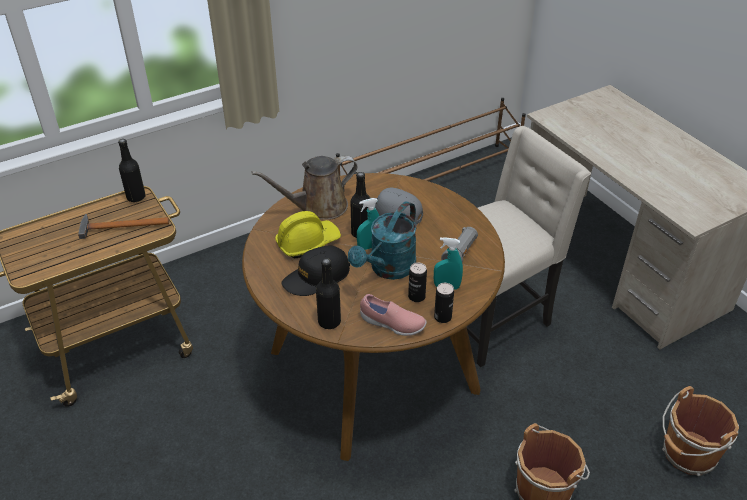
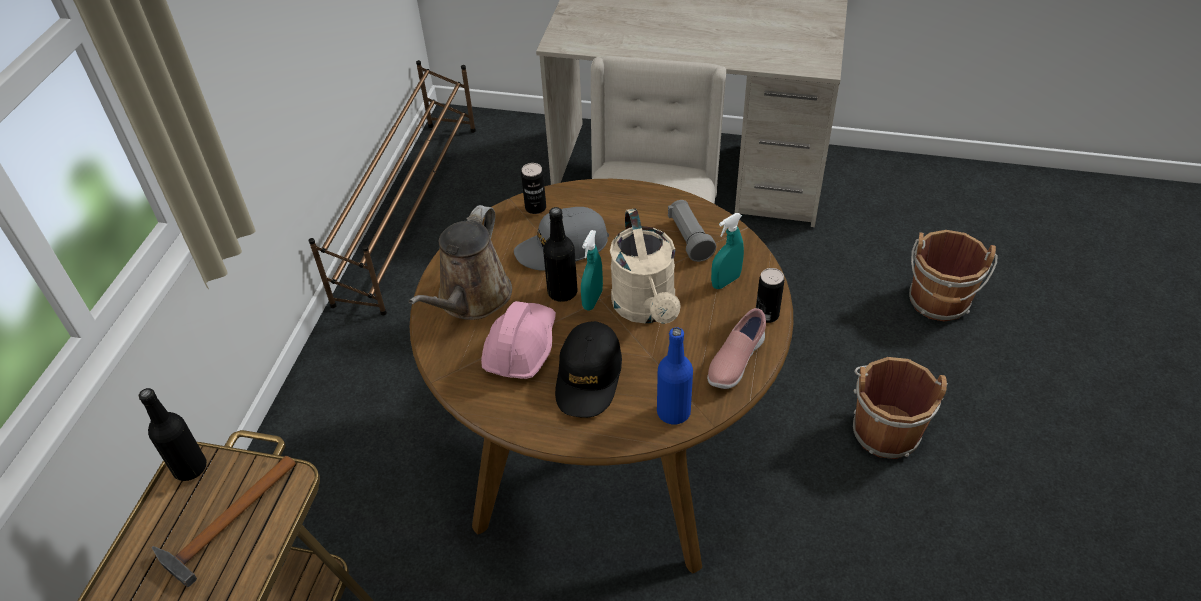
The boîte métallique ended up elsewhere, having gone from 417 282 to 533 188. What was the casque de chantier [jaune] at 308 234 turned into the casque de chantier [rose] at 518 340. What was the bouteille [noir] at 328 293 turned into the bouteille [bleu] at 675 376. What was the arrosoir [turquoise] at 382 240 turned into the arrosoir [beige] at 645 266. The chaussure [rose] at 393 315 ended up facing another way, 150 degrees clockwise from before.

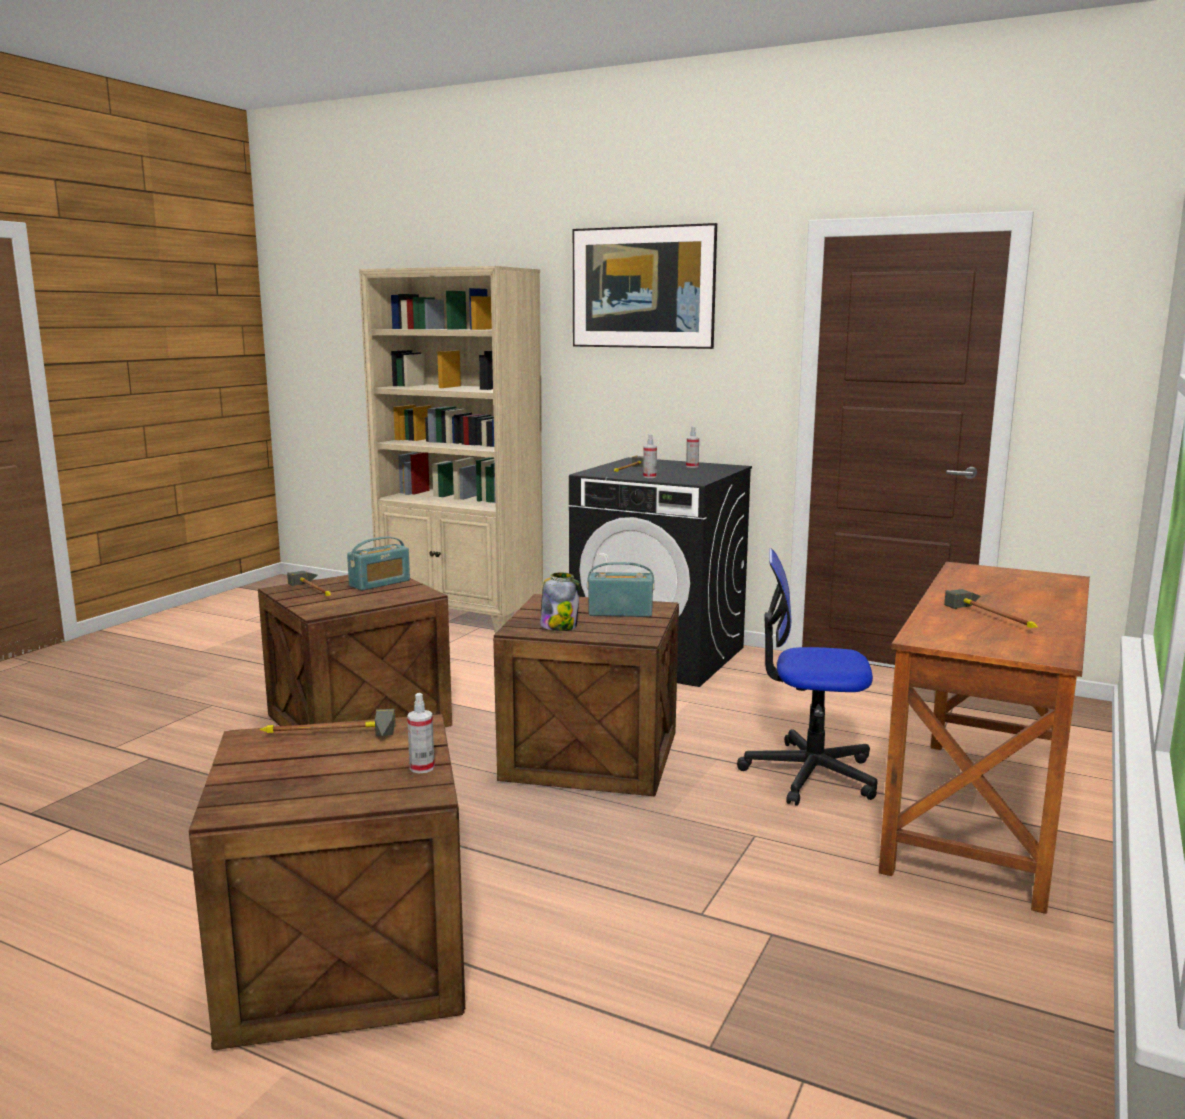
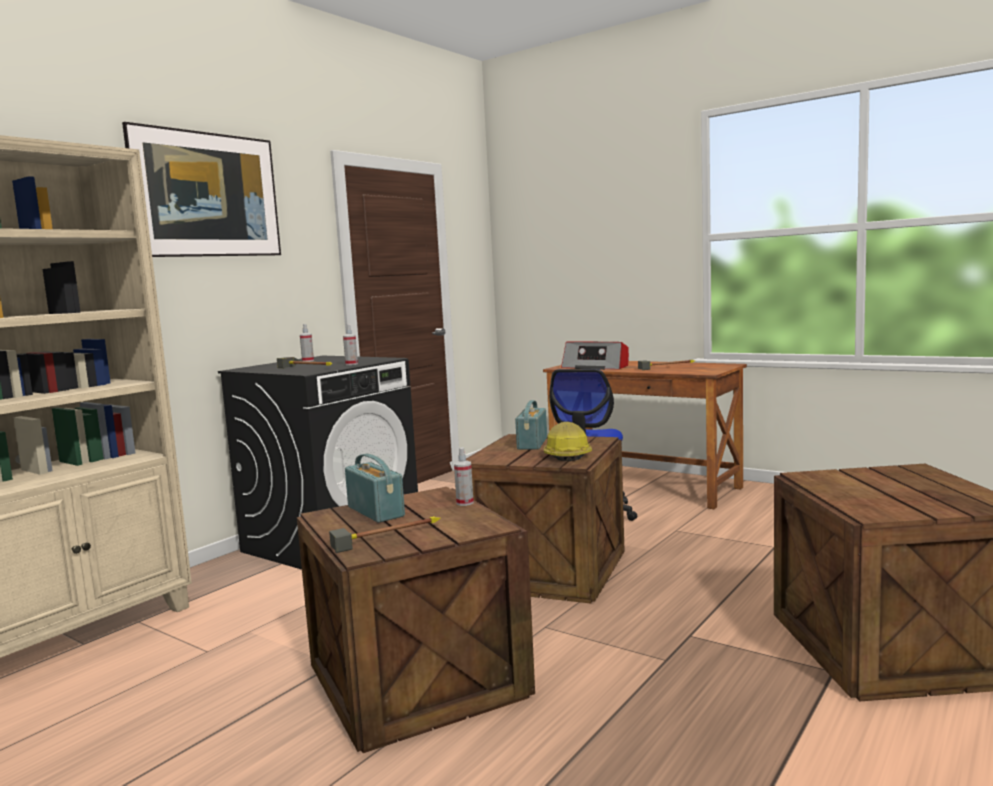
The second view lost the marteau at 327 722. The second view gained the radio at 595 355. The vaporisateur ended up elsewhere, having gone from 421 733 to 464 476. Where the bocal stood at 560 602, the casque de chantier came to stand at 568 441.

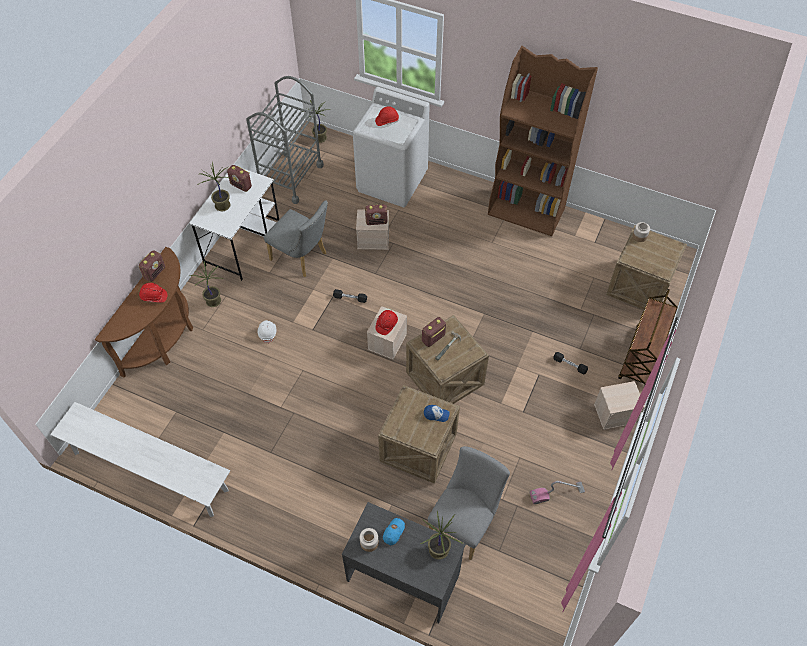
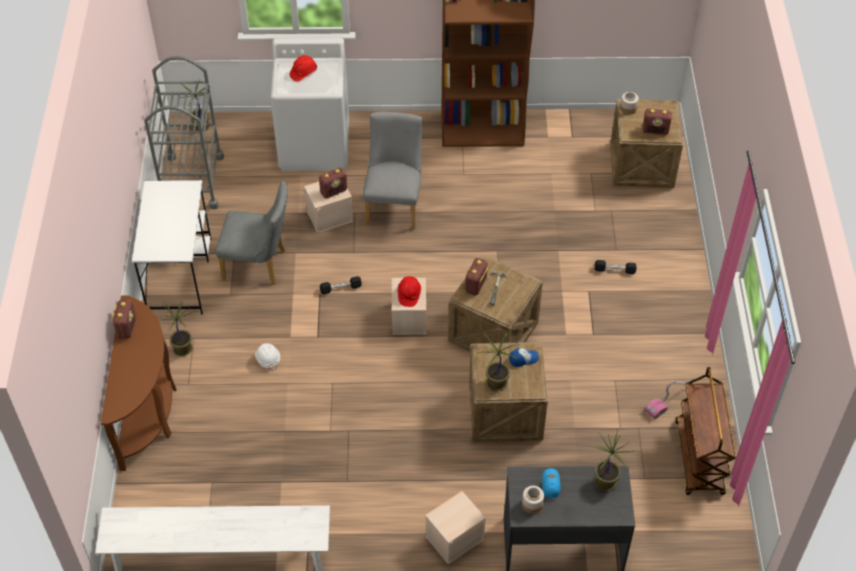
The second view lost the casque de chantier [rouge] at 153 293. The plante en pot ended up elsewhere, having gone from 214 186 to 498 361. The radio ended up elsewhere, having gone from 239 178 to 657 122. The chaise [gris] ended up elsewhere, having gone from 469 503 to 393 171. The boîte de rangement [beige] ended up elsewhere, having gone from 619 405 to 455 527. The chariot [marron] ended up elsewhere, having gone from 648 337 to 705 431.

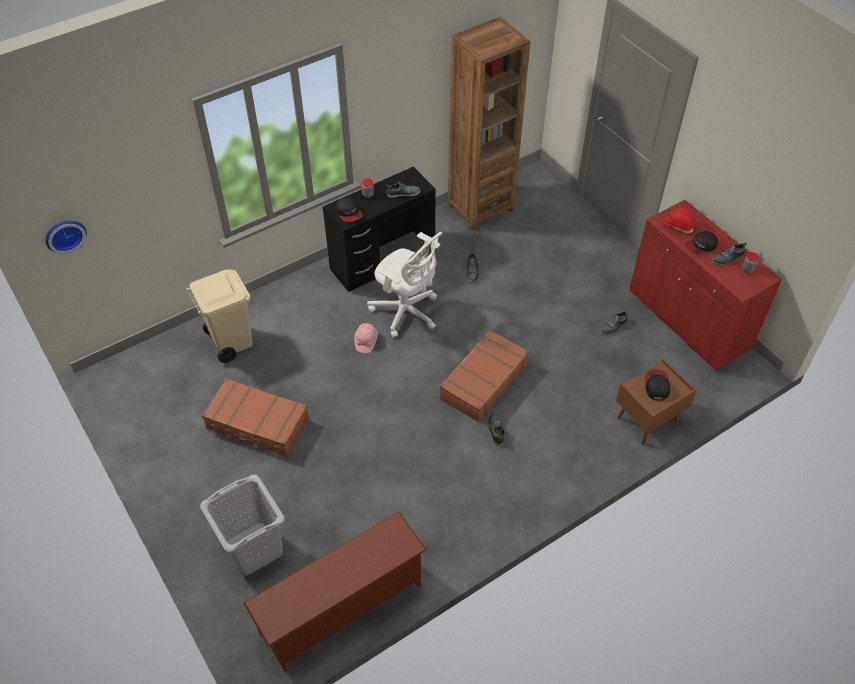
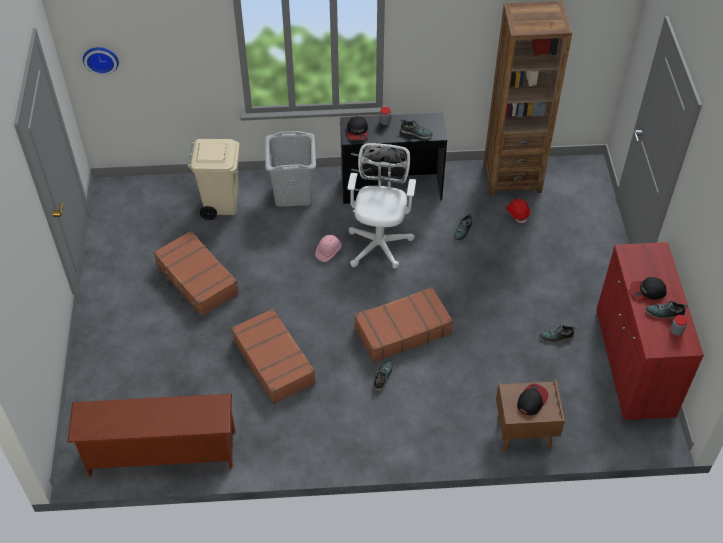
The second view gained the valise [marron] at 273 356. The panier à linge [gris] ended up elsewhere, having gone from 242 525 to 290 169. The casque de chantier [rouge] ended up elsewhere, having gone from 678 220 to 518 210. The chaise de bureau [blanc] at 405 285 ended up facing another way, 150 degrees counterclockwise from before.

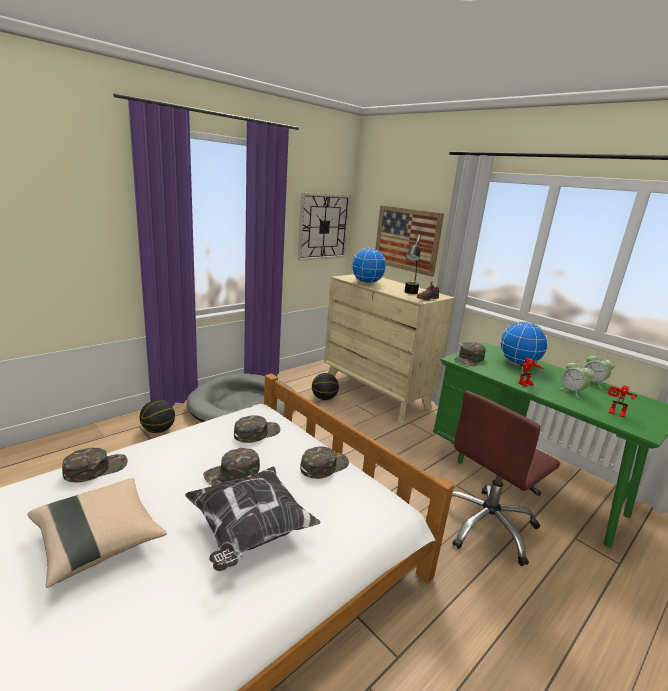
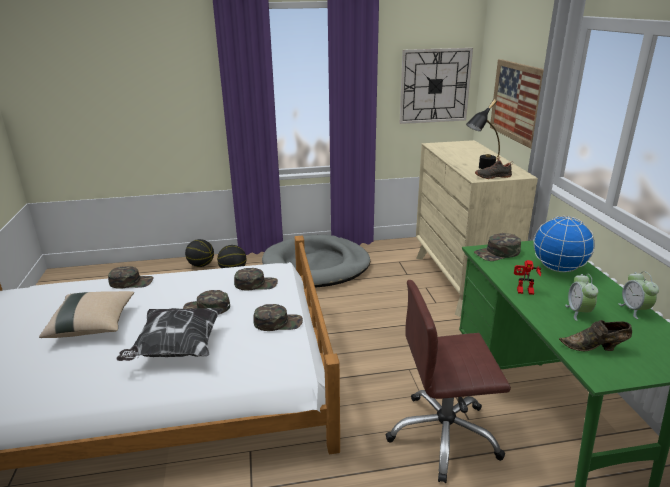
The second view lost the globe at 369 266. The ballon de basket ended up elsewhere, having gone from 325 386 to 199 253. Where the robot jouet stood at 622 401, the chaussure [marron] came to stand at 595 335.

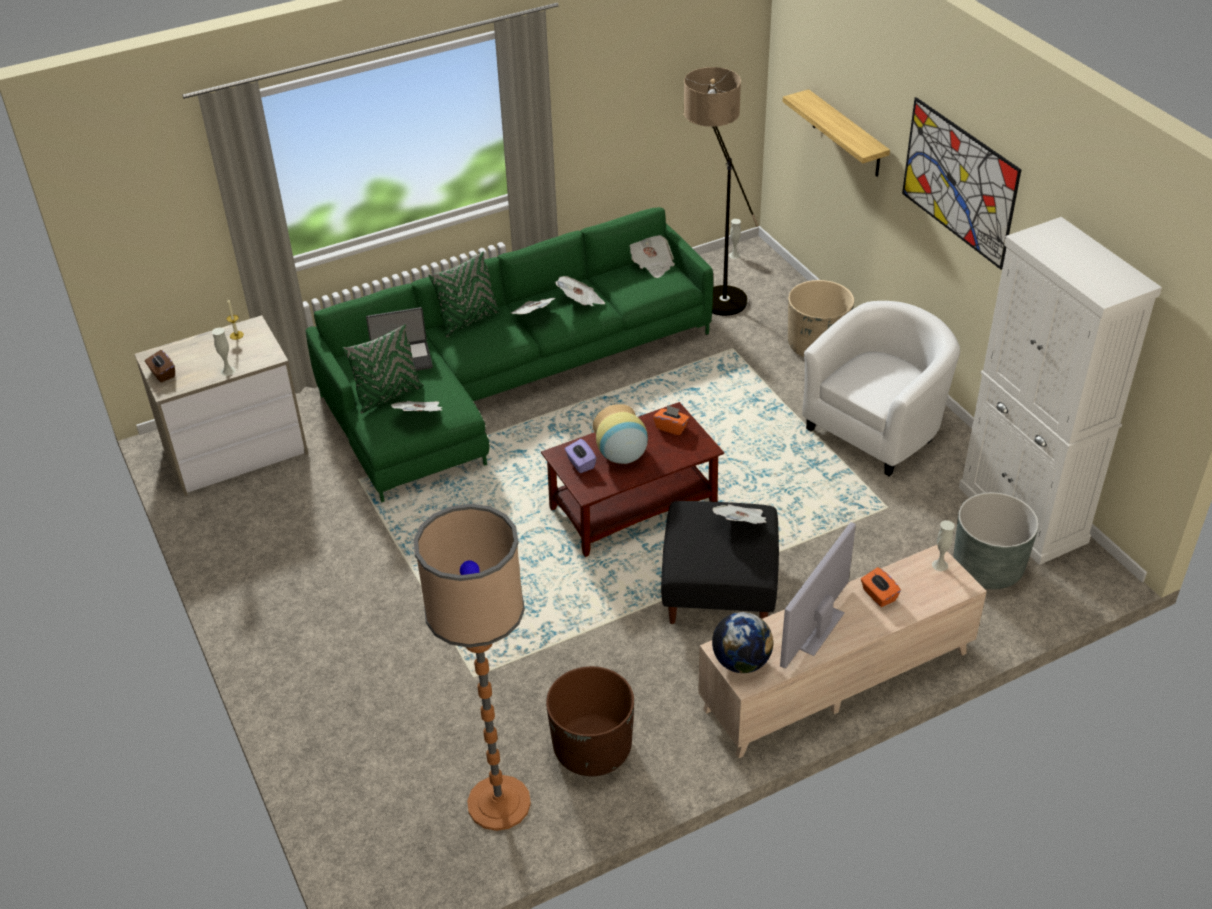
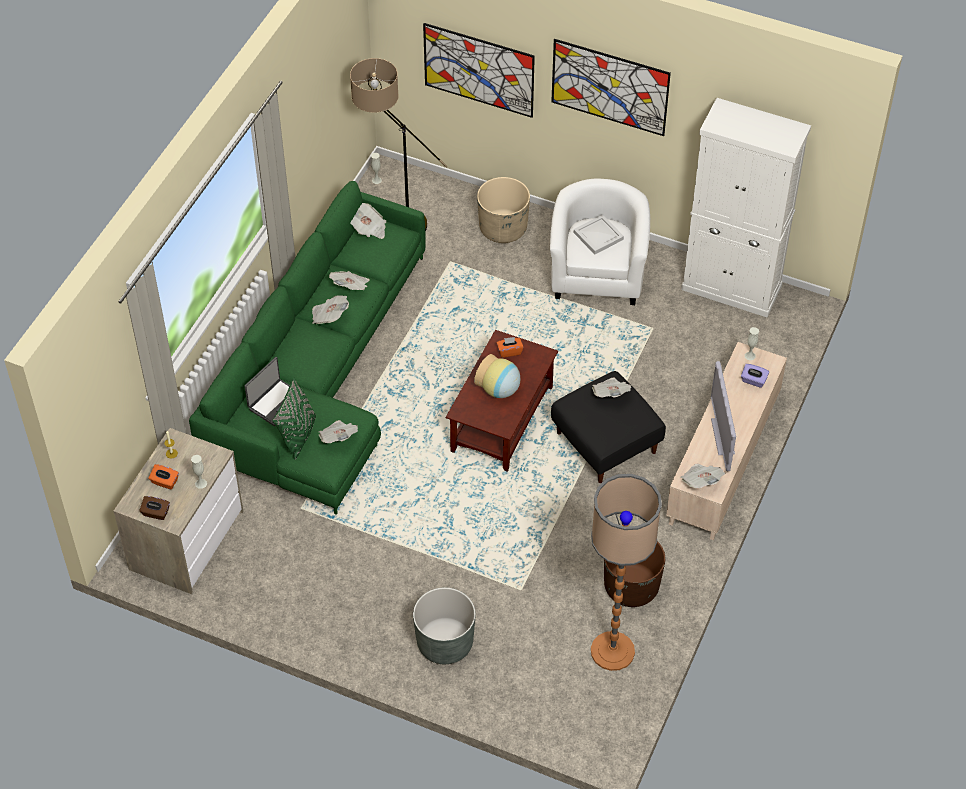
The second view lost the coussin [vert] at 465 294. The second view gained the plateau [blanc] at 599 235. The boîte à mouchoirs [violet] ended up elsewhere, having gone from 580 456 to 755 376. The boîte à mouchoirs [orange] ended up elsewhere, having gone from 881 587 to 164 476. The cache-pot [gris] ended up elsewhere, having gone from 996 540 to 444 625. Where the globe stood at 742 642, the journal came to stand at 702 475. Where the étagère hung at 836 133, the tableau came to hang at 479 70.

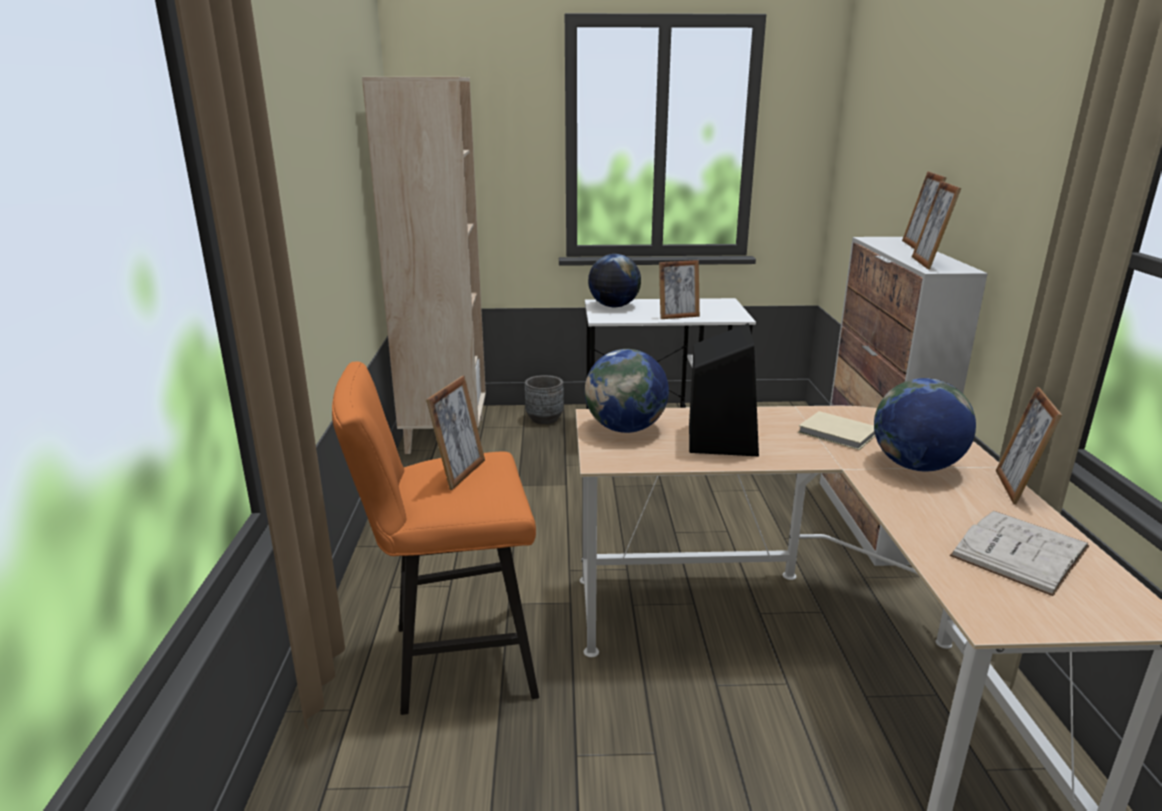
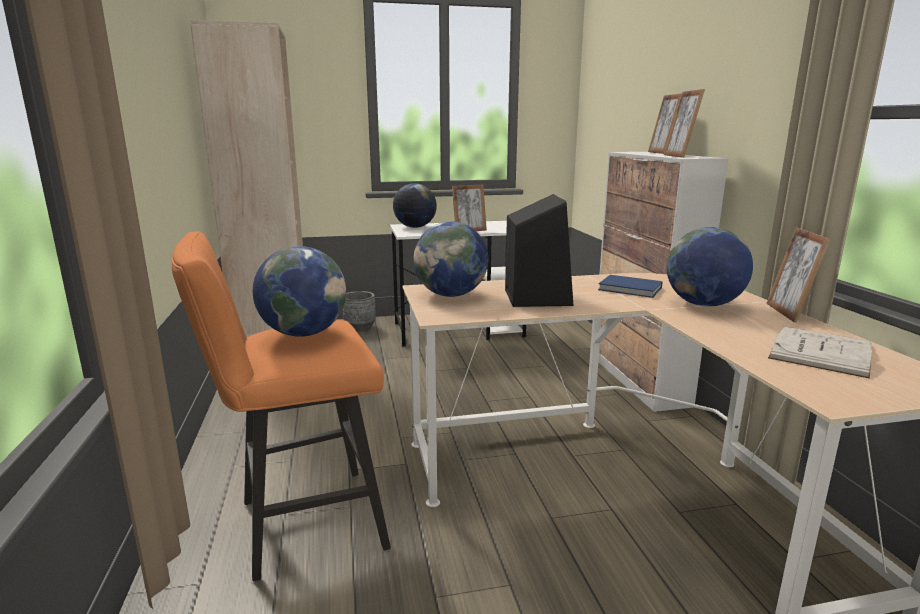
Where the cadre photo stood at 455 433, the globe came to stand at 299 291. What was the livre [beige] at 836 430 turned into the livre [bleu] at 630 286.

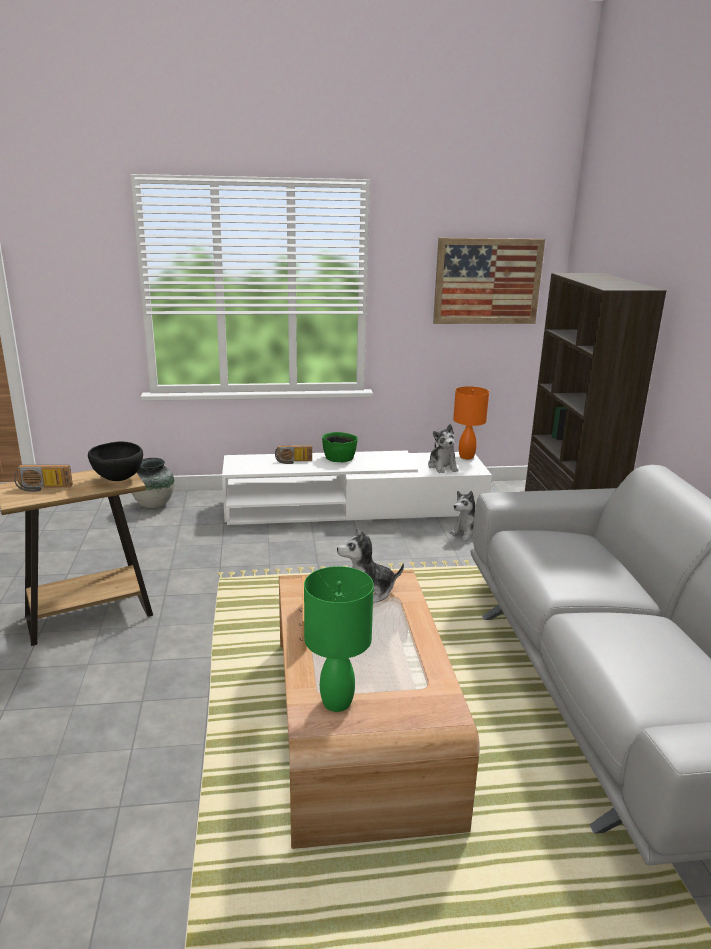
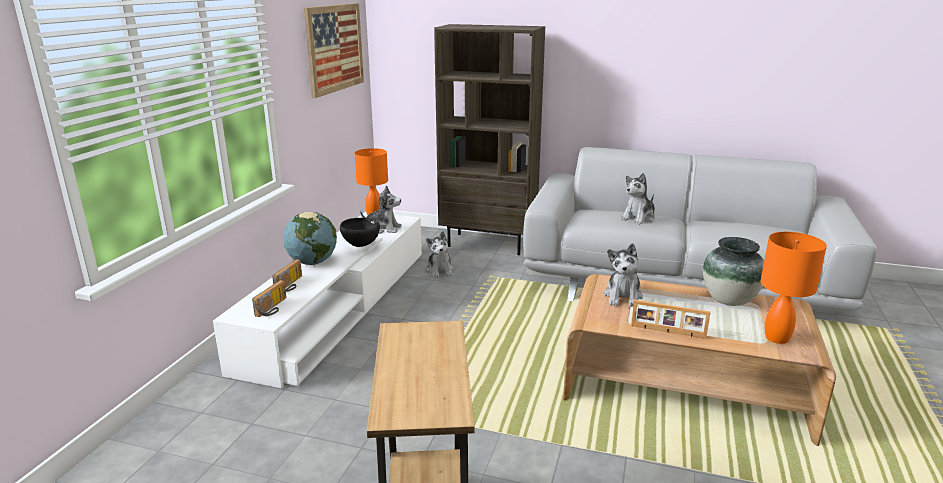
The second view gained the peluche at 637 199. The radio ended up elsewhere, having gone from 43 478 to 269 298. The bol [noir] ended up elsewhere, having gone from 115 461 to 360 232. The vase ended up elsewhere, having gone from 153 483 to 733 271. Where the bol [vert] stood at 340 447, the globe came to stand at 310 238. What was the lampe de table [vert] at 339 639 turned into the lampe de table [orange] at 794 288.

